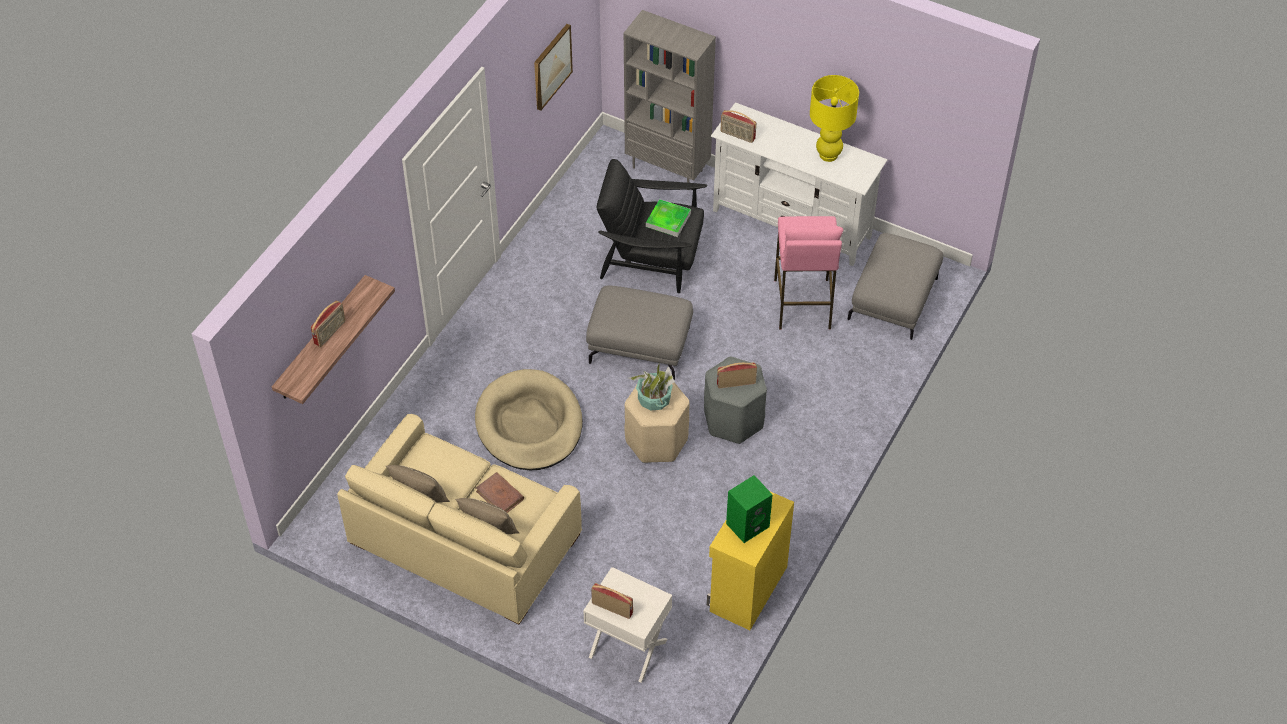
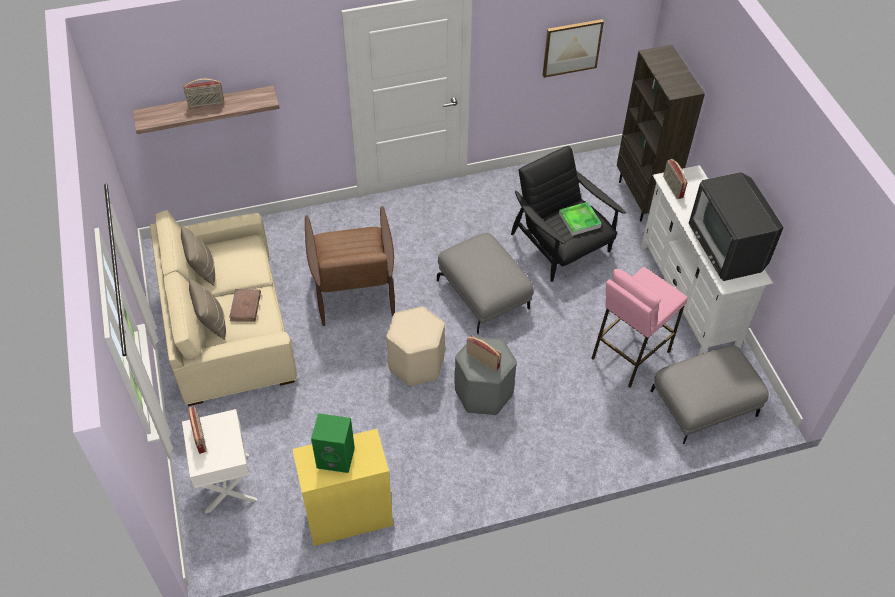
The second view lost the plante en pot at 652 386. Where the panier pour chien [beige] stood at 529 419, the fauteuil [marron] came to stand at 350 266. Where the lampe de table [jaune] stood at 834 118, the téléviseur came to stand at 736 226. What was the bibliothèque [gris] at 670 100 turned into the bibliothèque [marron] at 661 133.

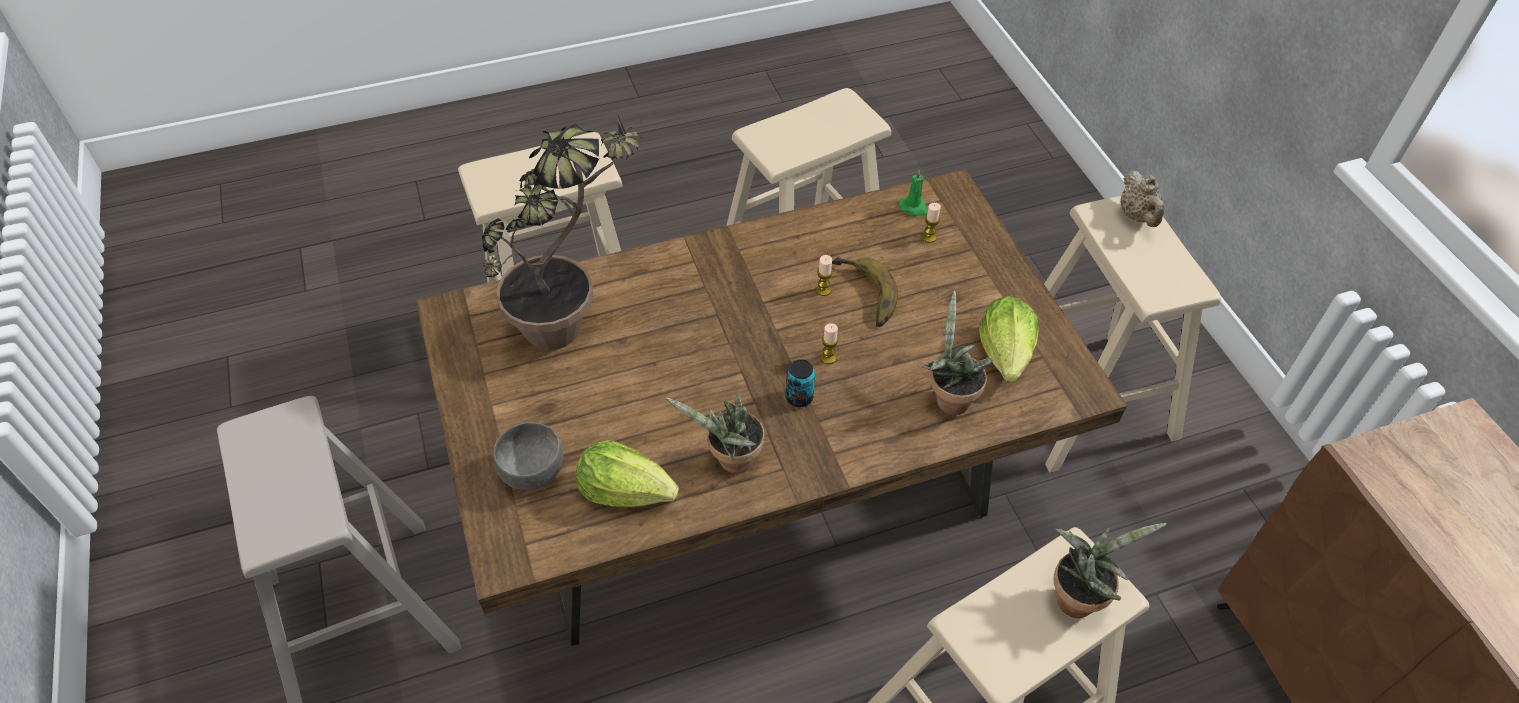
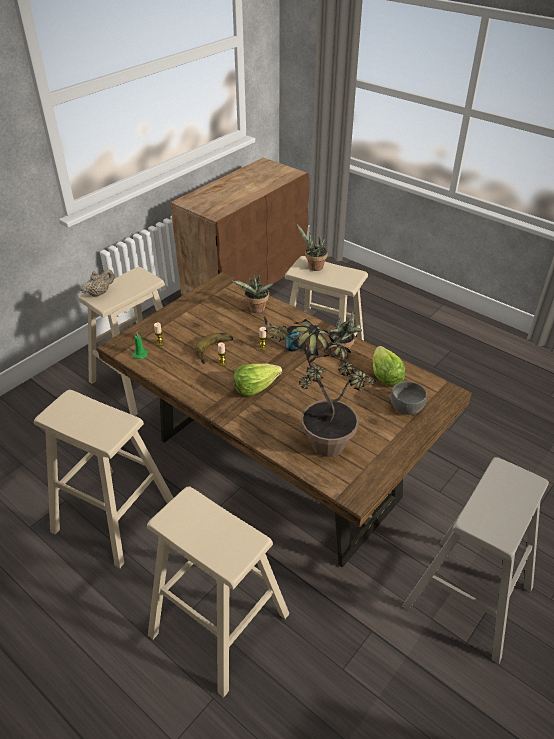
The laitue ended up elsewhere, having gone from 1009 339 to 257 379.

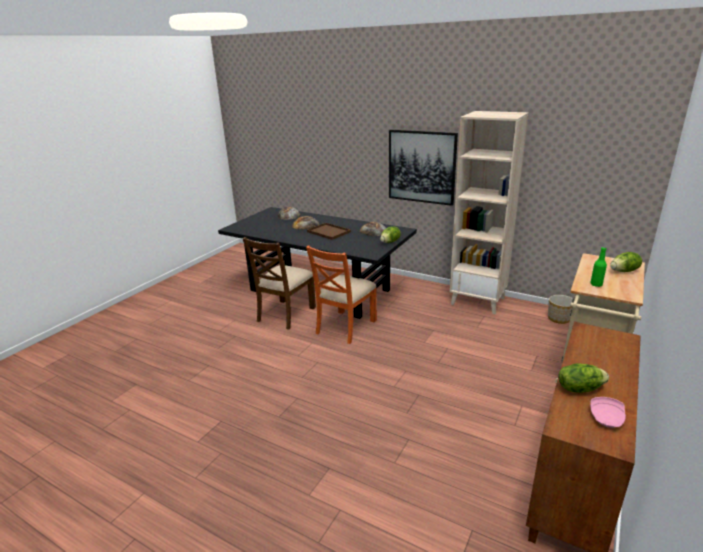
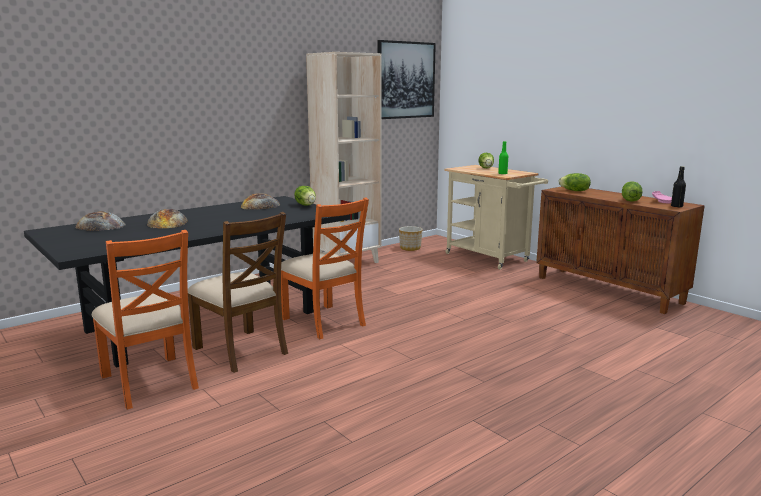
The second view lost the plateau [marron] at 329 231. The second view gained the chaise [orange] at 145 320. The second view gained the laitue at 575 182. The second view gained the bouteille [noir] at 678 186. The tableau ended up elsewhere, having gone from 423 168 to 406 79.

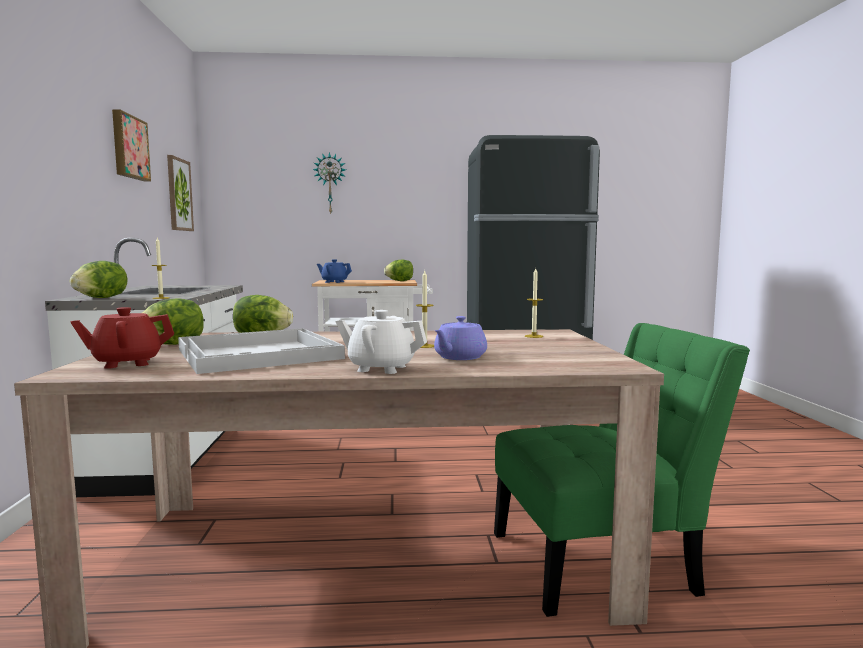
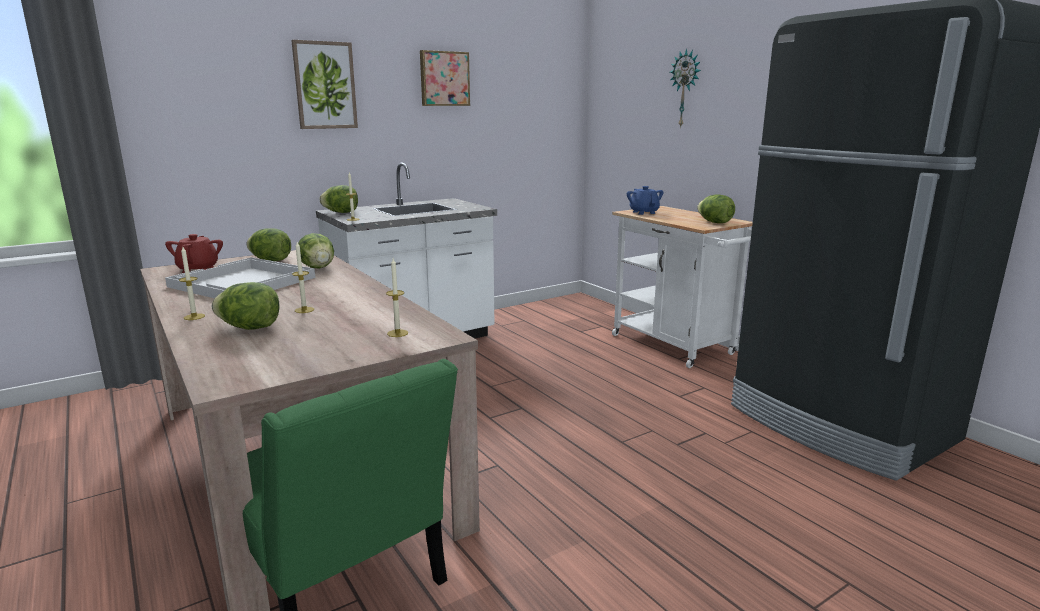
The tableau ended up elsewhere, having gone from 180 193 to 324 84. Where the théière [blanc] stood at 381 342, the bougie came to stand at 192 283. Where the théière [violet] stood at 460 338, the laitue came to stand at 245 306. The théière [rouge] at 122 338 ended up facing another way, 45 degrees clockwise from before.

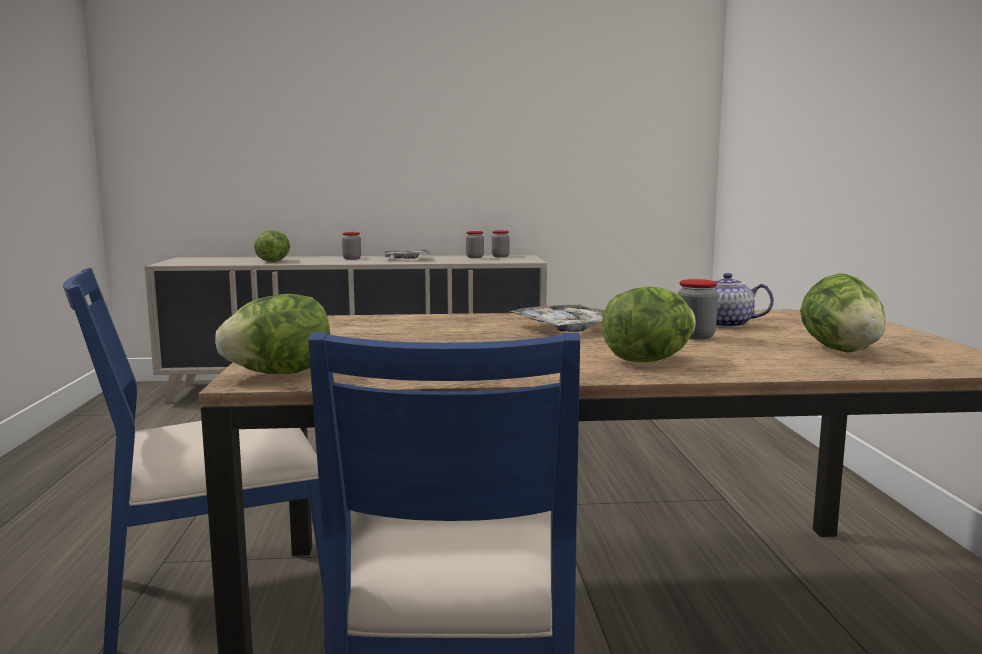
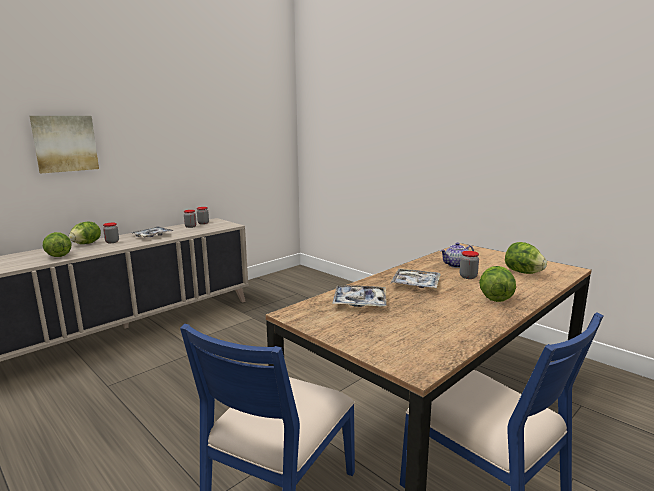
The second view gained the tableau at 64 144. The second view gained the plateau at 359 296. The laitue ended up elsewhere, having gone from 272 334 to 85 233.

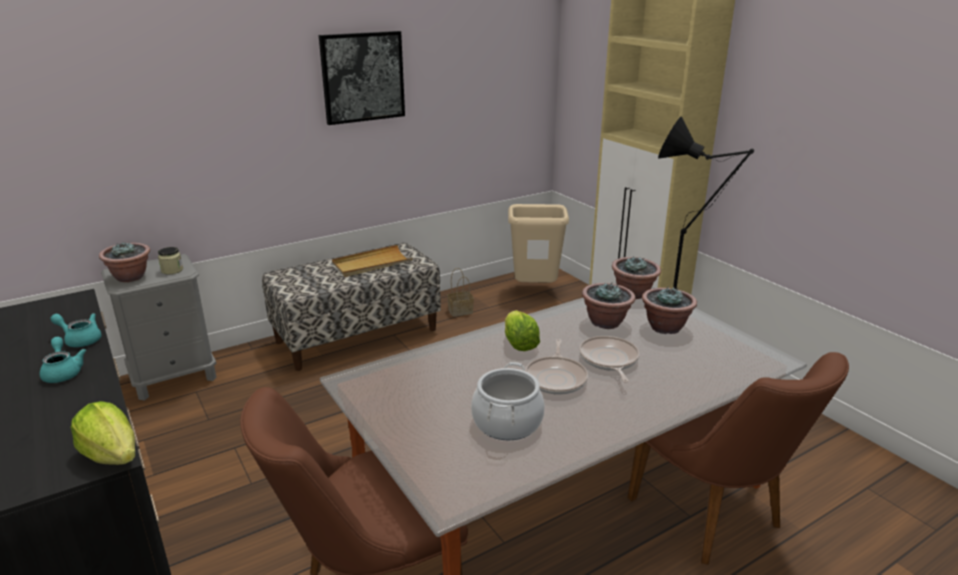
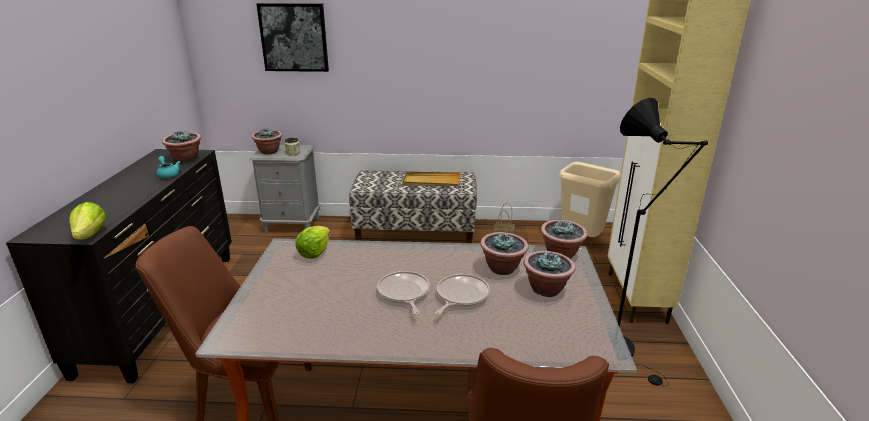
The second view lost the théière [turquoise] at 63 360. The second view lost the marmite at 508 401. The second view gained the plante en pot at 181 147. The tableau ended up elsewhere, having gone from 362 78 to 293 37. The laitue ended up elsewhere, having gone from 522 330 to 312 242. The poêle at 556 367 ended up facing another way, 120 degrees clockwise from before.

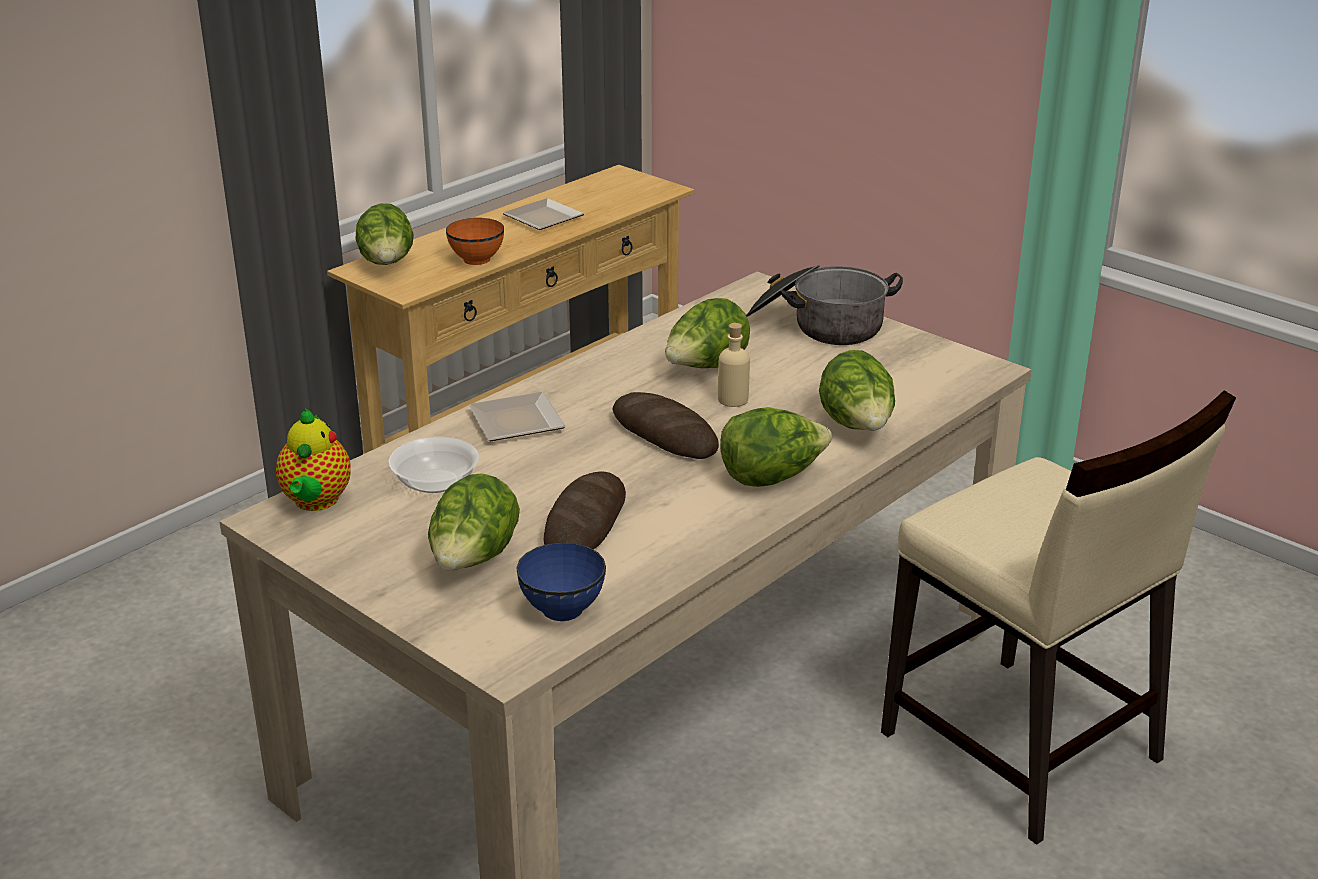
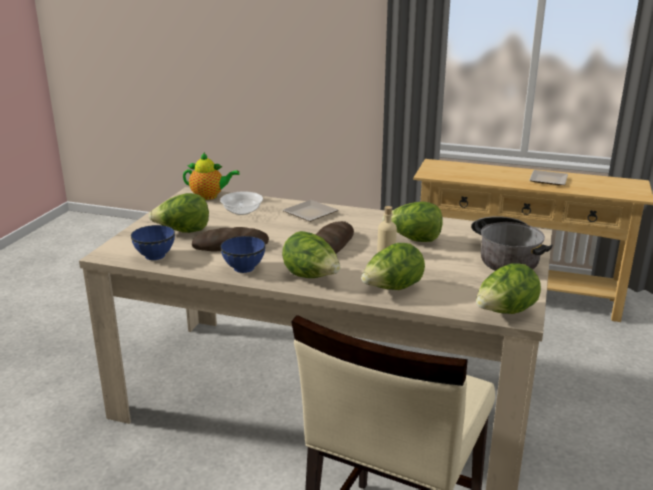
The second view lost the bol [orange] at 475 241. The second view gained the bol [bleu] at 243 254. The laitue ended up elsewhere, having gone from 384 234 to 508 288. The théière at 313 460 ended up facing another way, 150 degrees counterclockwise from before.

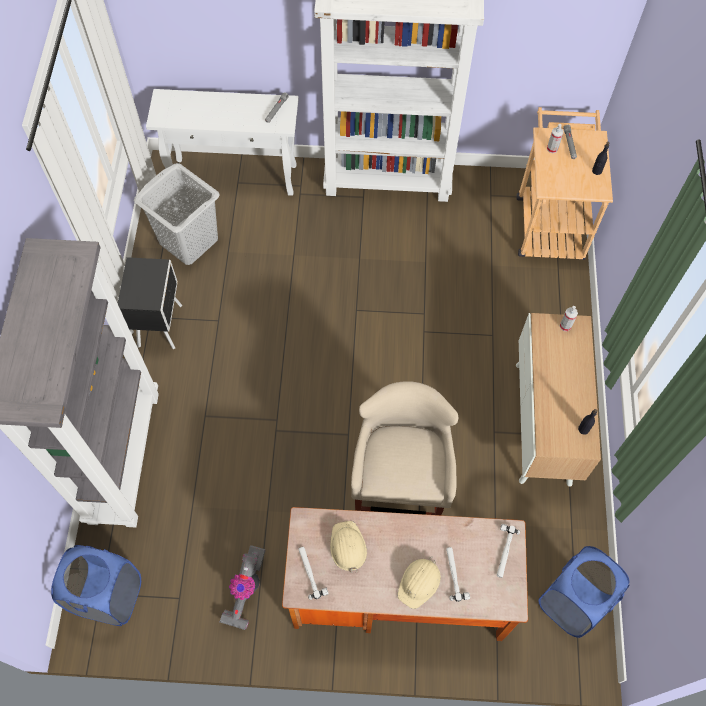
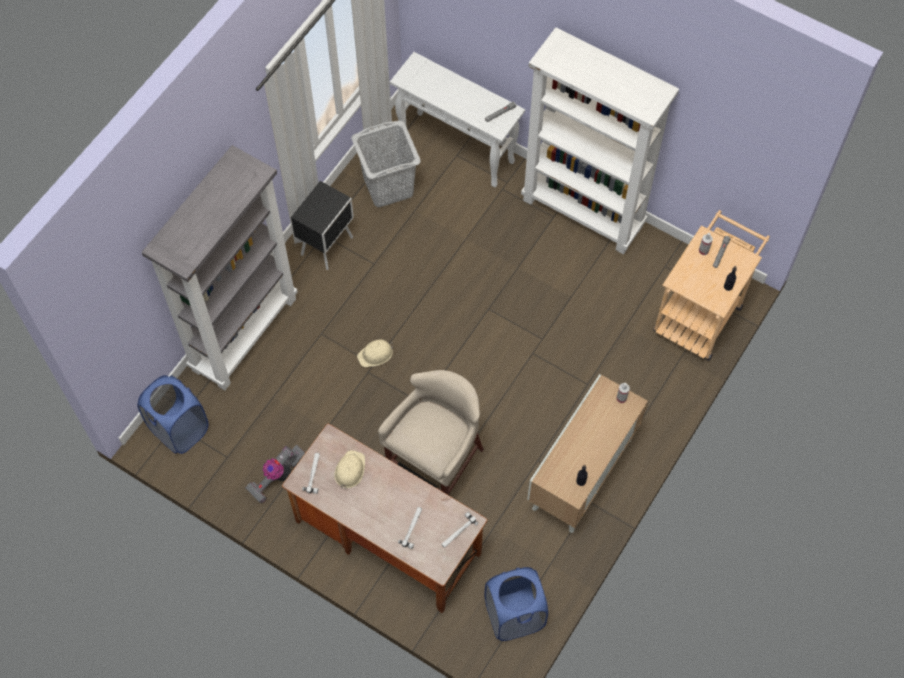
The casque de chantier [beige] ended up elsewhere, having gone from 419 582 to 375 353.

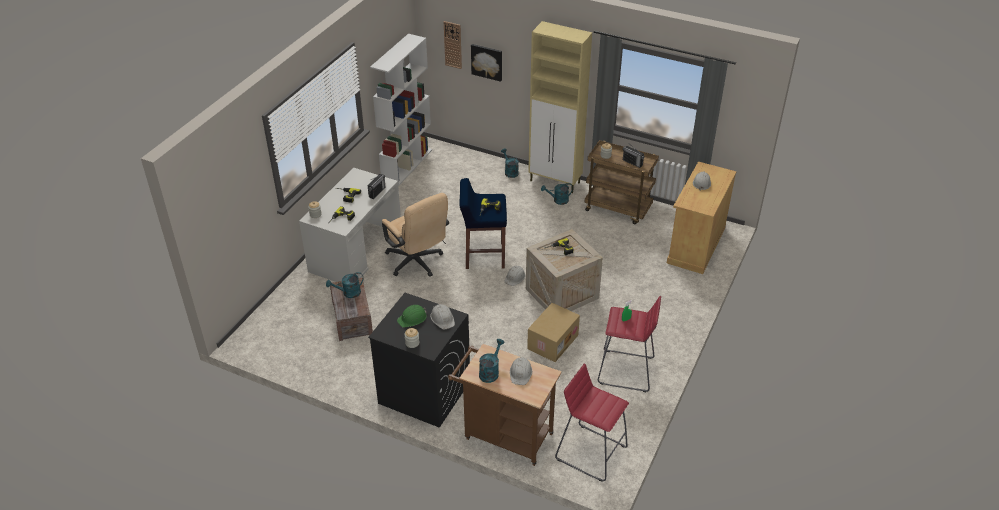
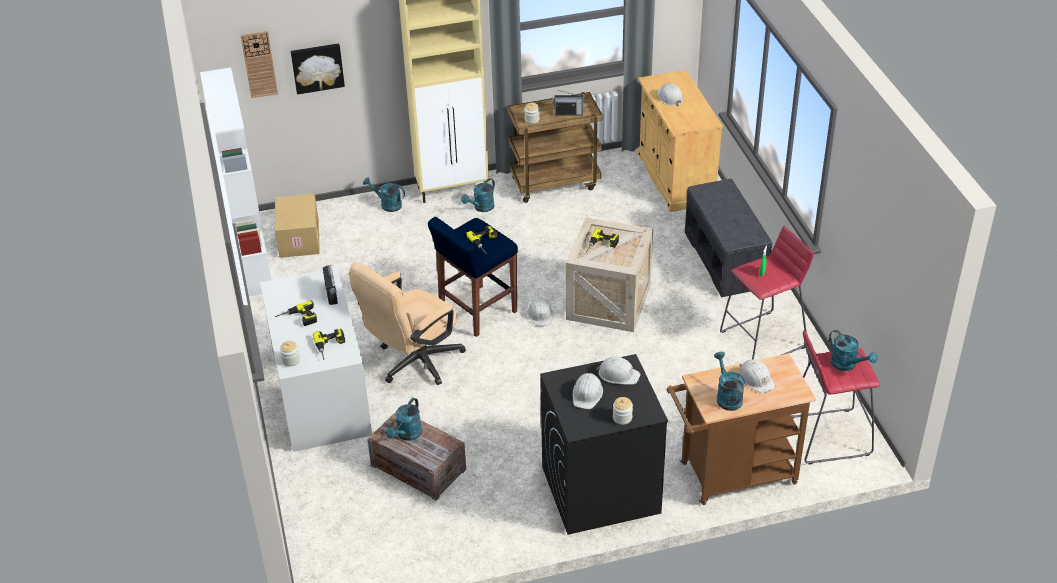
The second view gained the banc [gris] at 728 238. The second view gained the arrosoir [turquoise] at 853 350. The carton ended up elsewhere, having gone from 553 332 to 297 226. What was the casque de chantier [vert] at 412 316 turned into the casque de chantier [blanc] at 588 391. The chaise de bureau [beige] at 415 235 ended up facing another way, 120 degrees clockwise from before.

